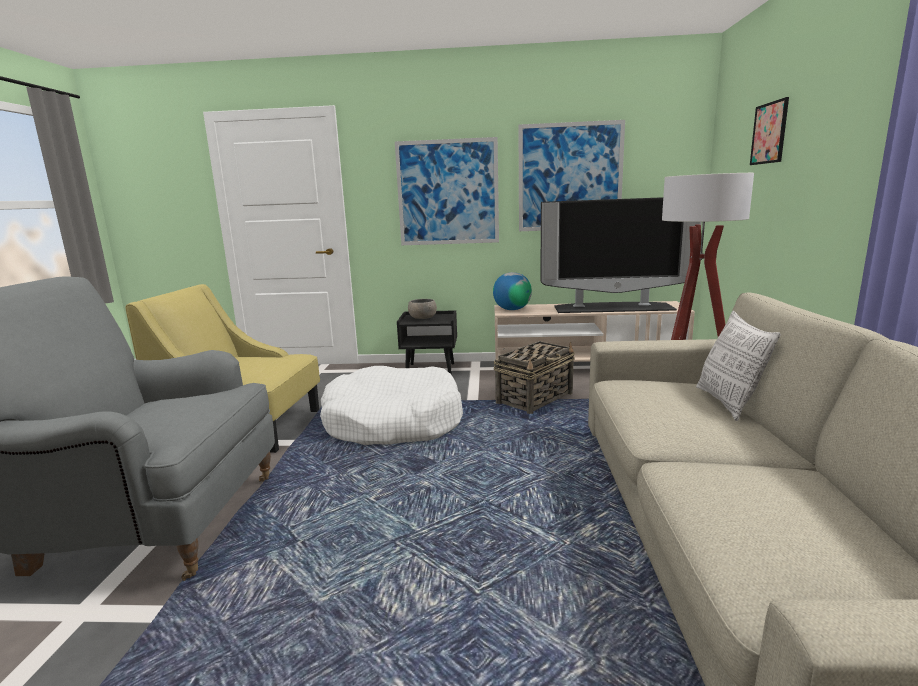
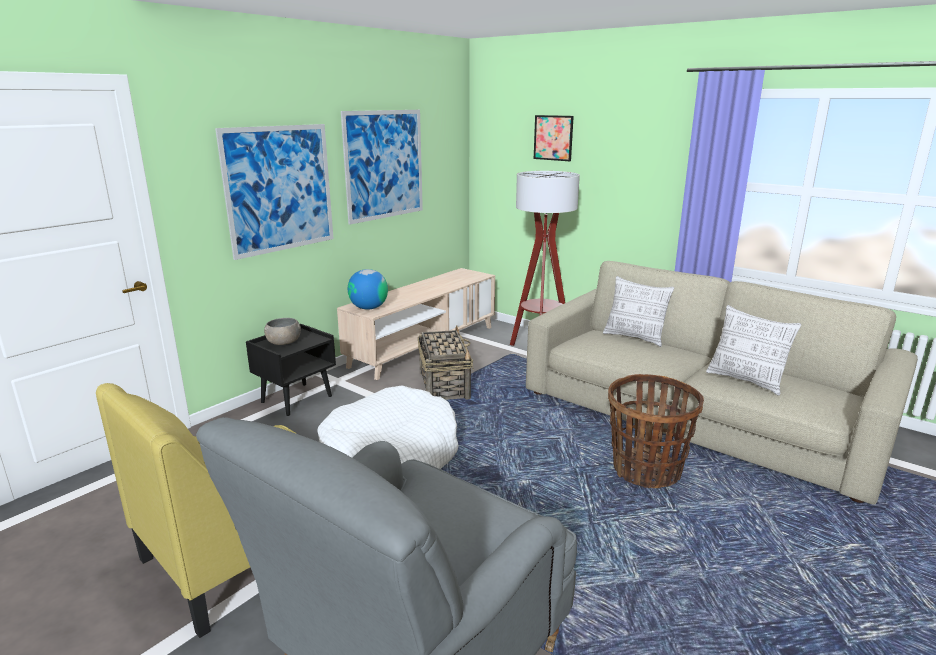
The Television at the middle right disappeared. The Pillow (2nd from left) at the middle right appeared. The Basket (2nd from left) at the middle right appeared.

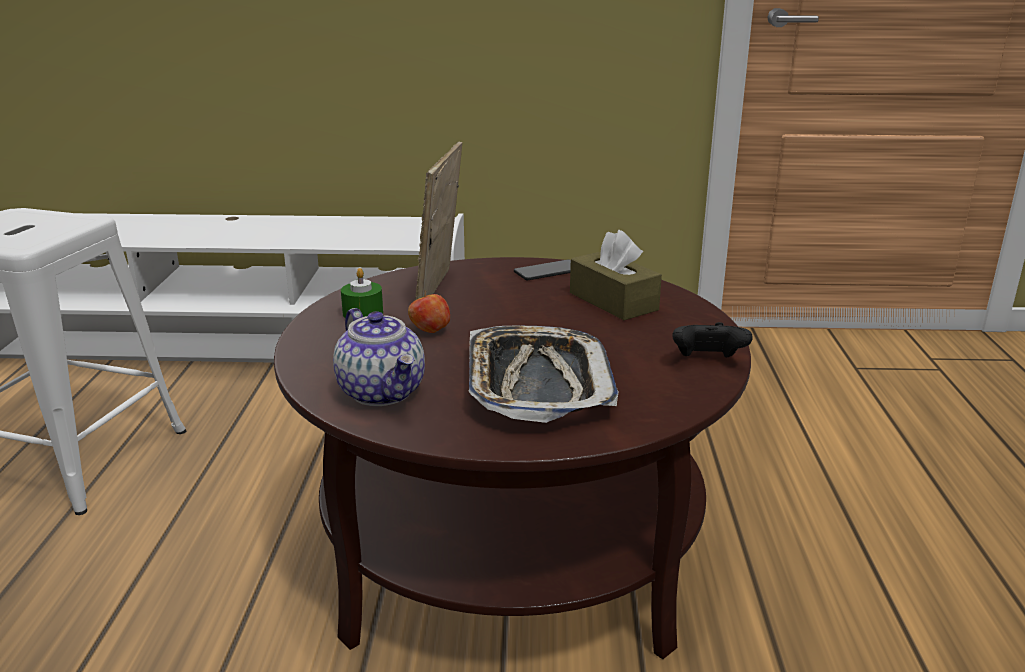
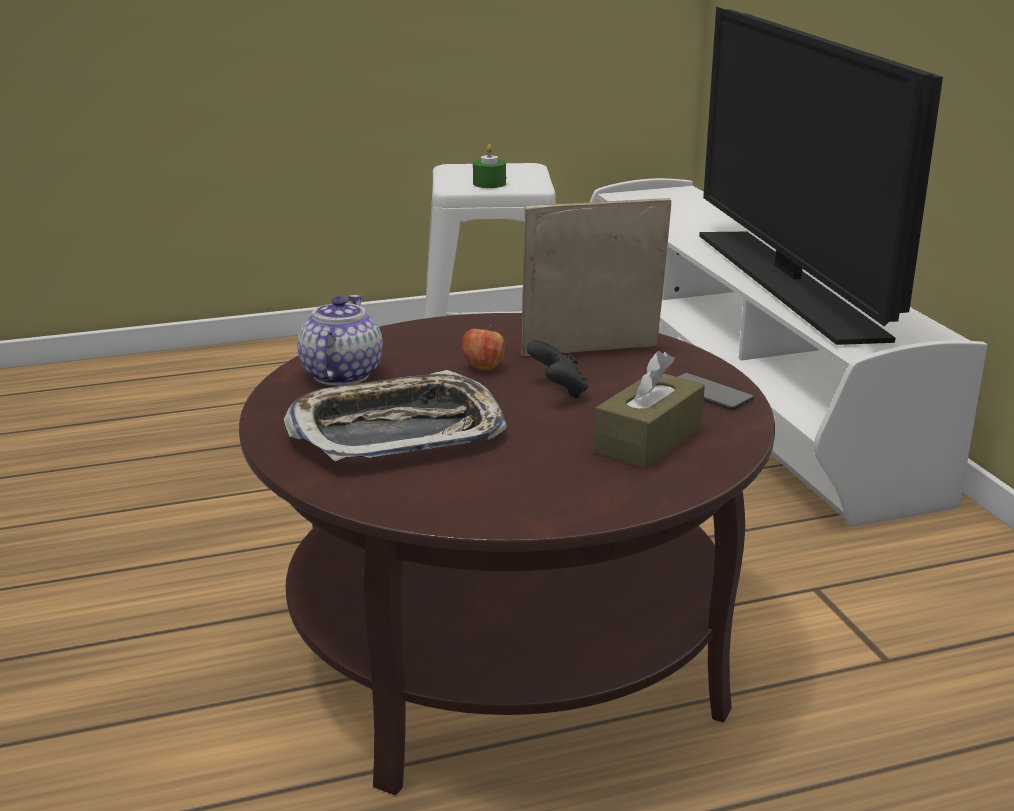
The GreenCandle moved from the centre to the top centre. The Teapot at the centre turned 150 degrees clockwise. The BlackGameController moved from the middle right to the centre. The Television at the top right appeared.

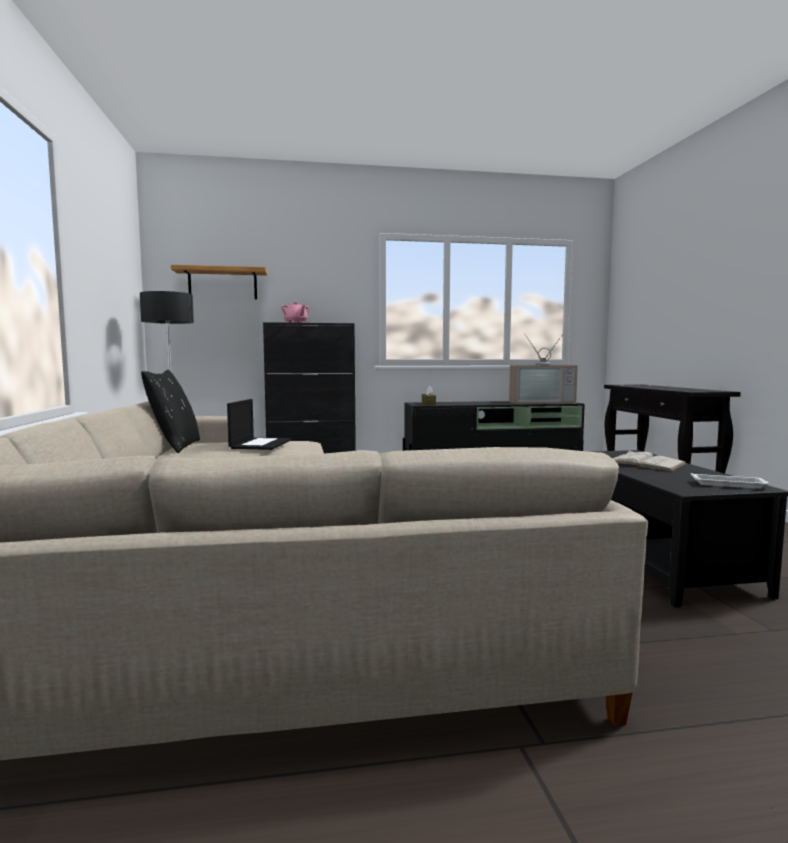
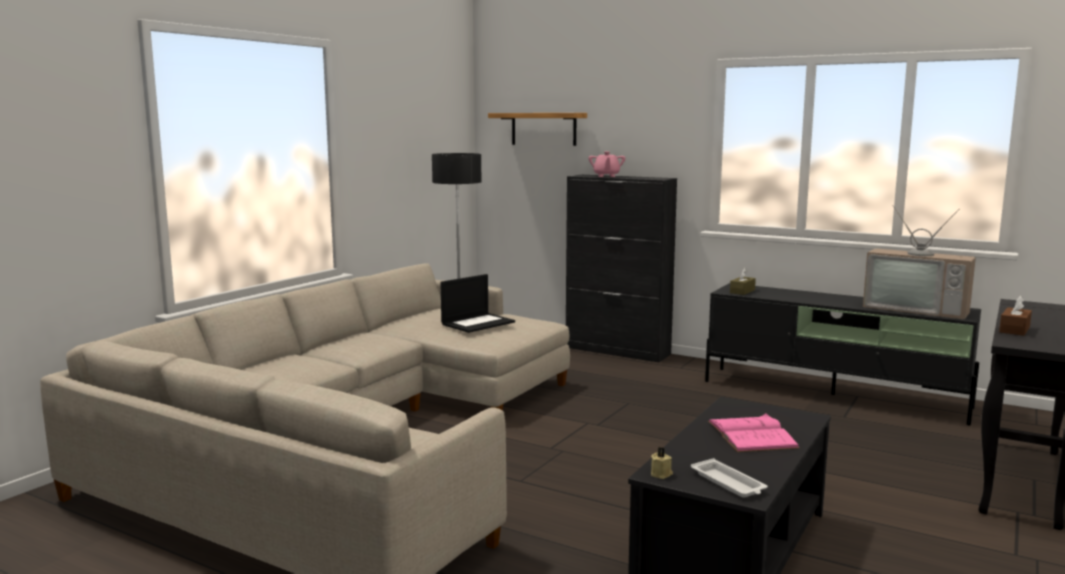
The BlackPillow at the middle left disappeared. The WhiteBook at the middle right became the PinkBook at the bottom right. The BrownTissueBox (2nd from left) at the middle right appeared. The BeigeCandle at the bottom centre appeared.

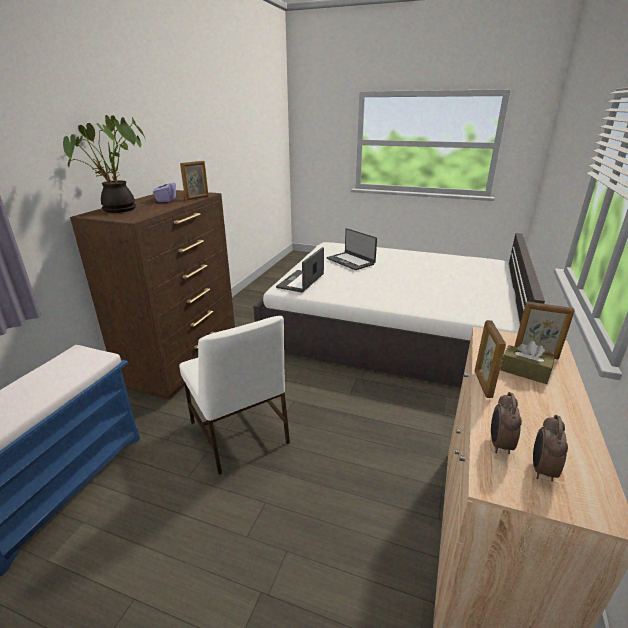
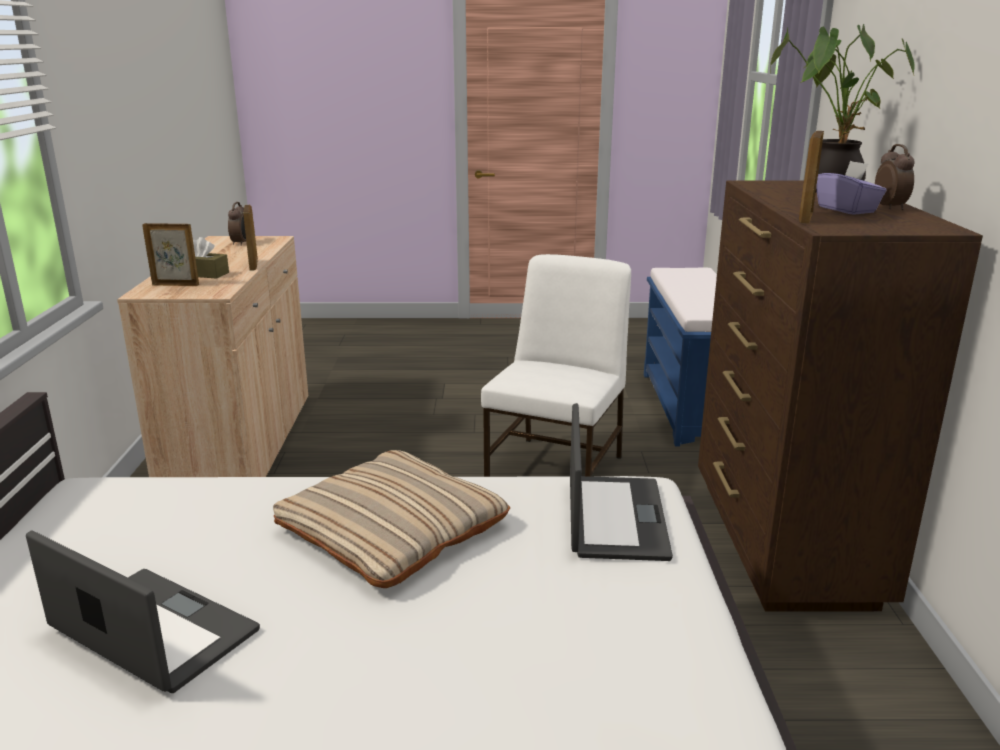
The Laptop (2nd from left in the first image) moved from the centre to the bottom left. The WhiteChair at the centre turned 75 degrees clockwise. The AlarmClock (1st from left in the first image) moved from the bottom right to the top right. The BeigePillow at the bottom centre appeared.

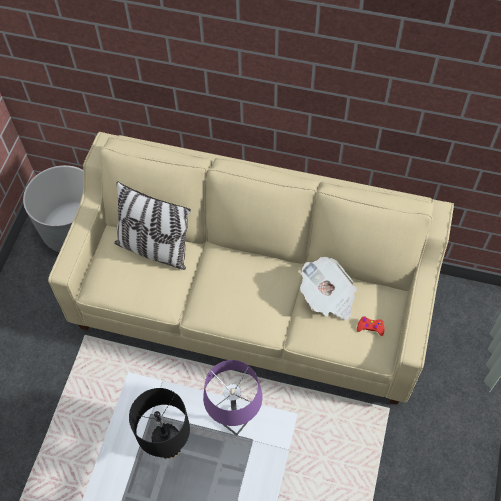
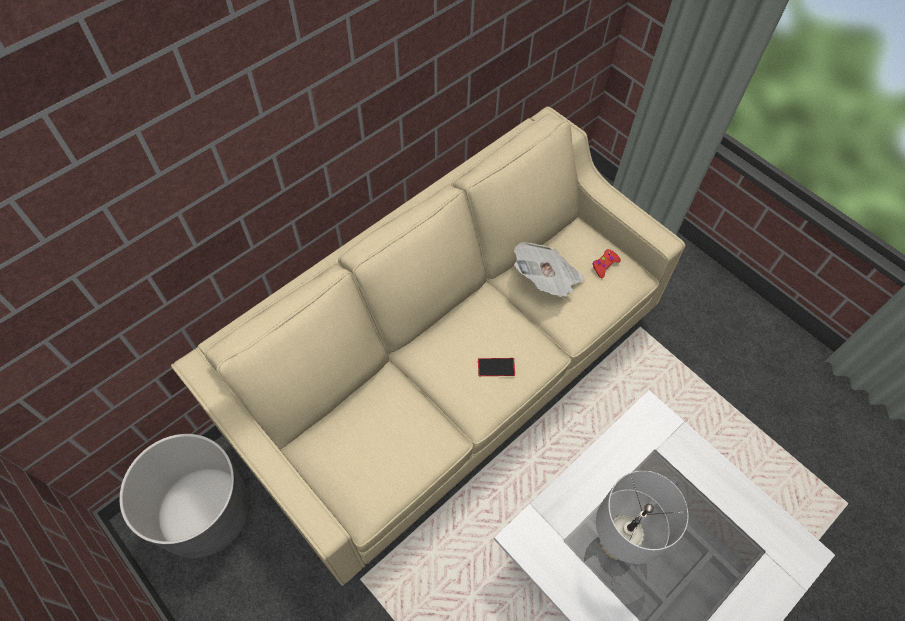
The Pillow at the middle left disappeared. The PurpleTableLamp at the bottom centre disappeared. The BlackTableLamp at the bottom left became the WhiteTableLamp at the bottom right. The Phone at the centre appeared.

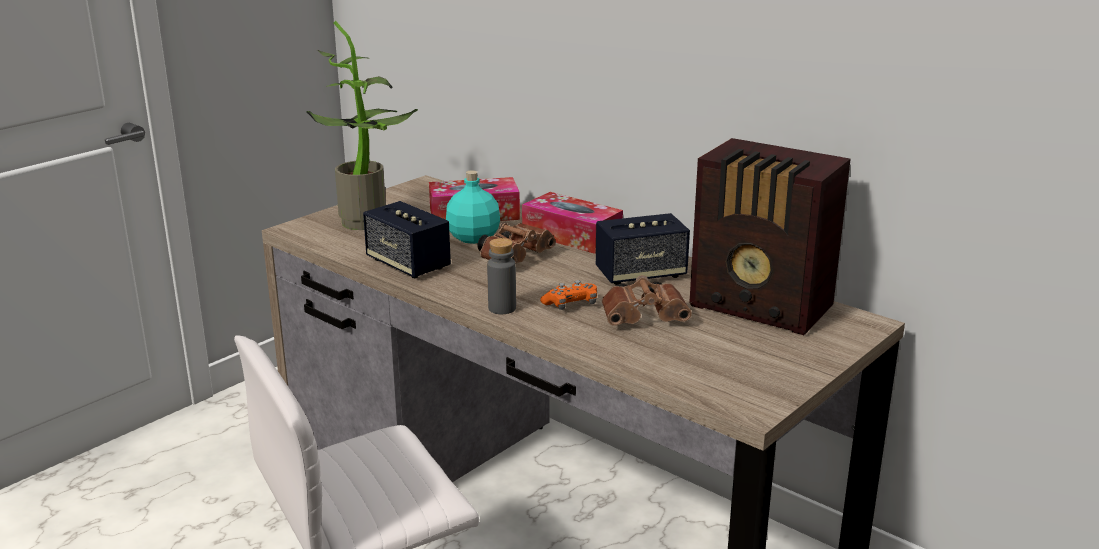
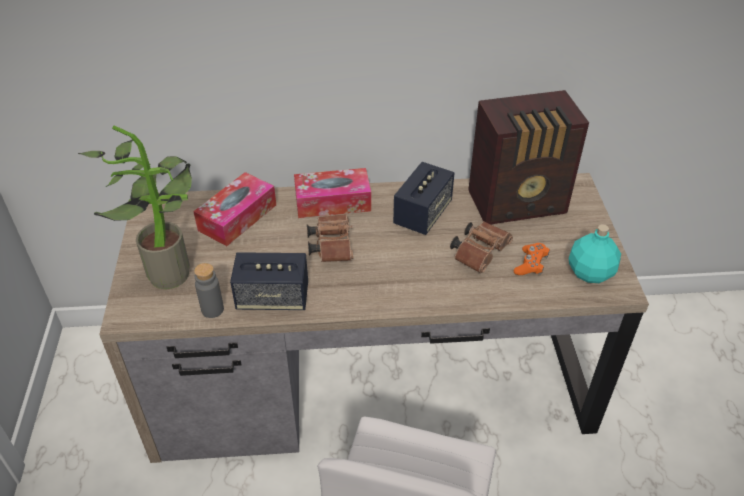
The TurquoiseBottle moved from the centre to the middle right. The GreyBottle moved from the centre to the middle left. The OrangeGameController moved from the centre to the middle right.

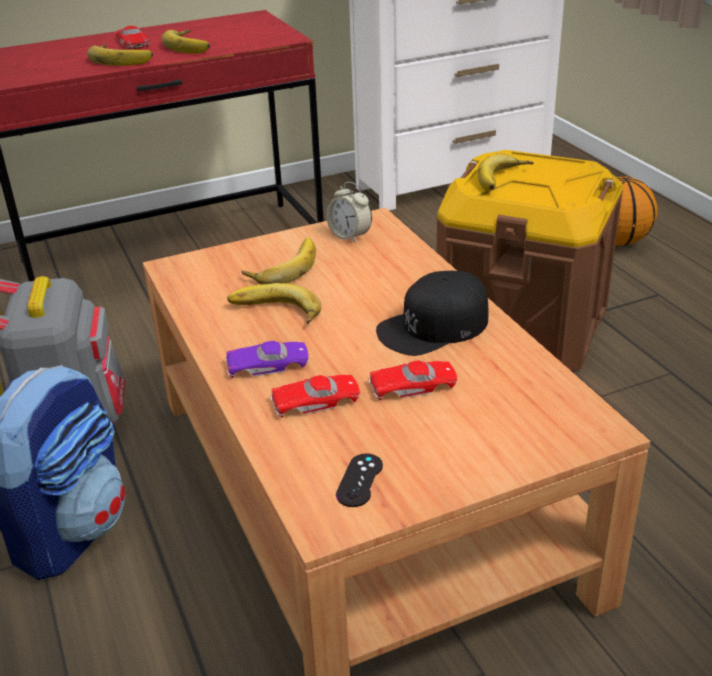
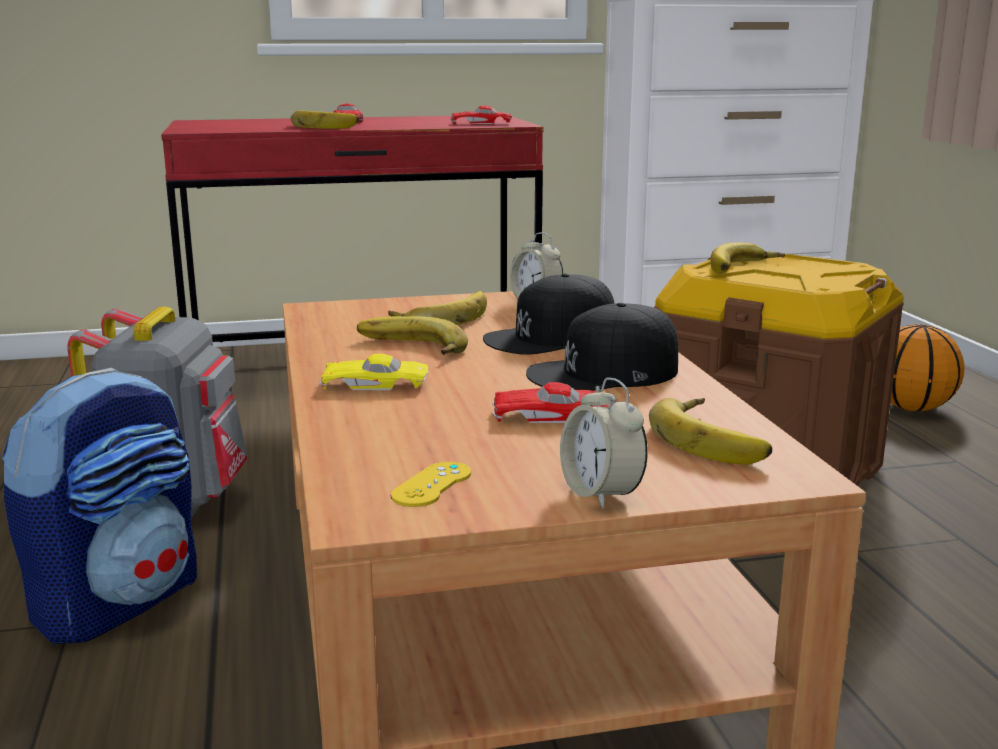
The Banana (2nd from left in the first image) moved from the top left to the middle right. The PurpleToyCar at the centre became the YellowToyCar at the centre. The RedToyCar (2nd from left) moved from the centre to the top centre. The BlackGameController at the bottom centre became the YellowGameController at the centre. The BlackCap (1st from left) at the centre appeared. The AlarmClock (2nd from left) at the centre appeared.

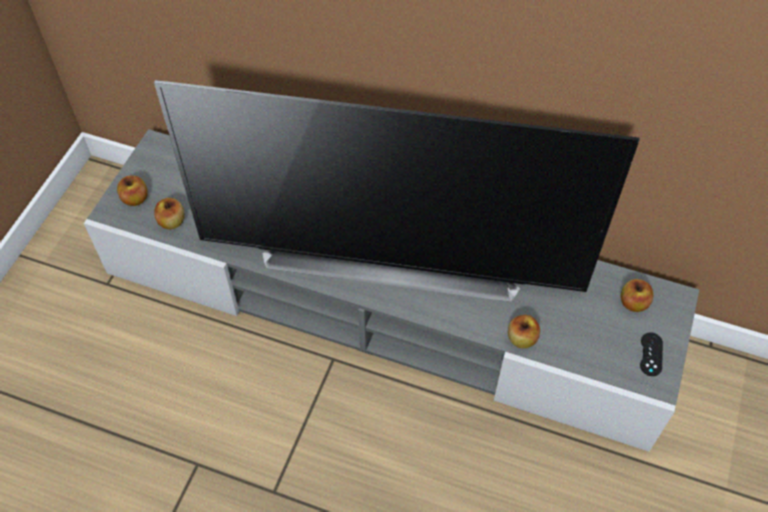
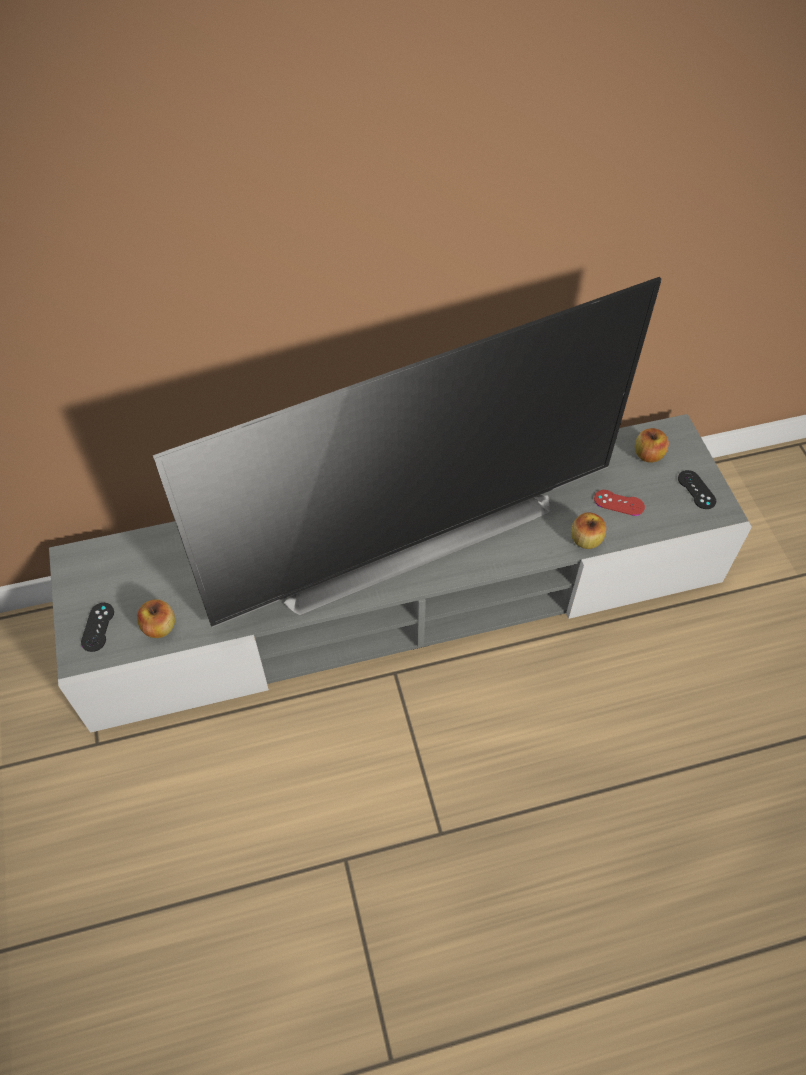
The Apple (1st from left) at the middle left was replaced by the BlackGameController (1st from left) at the middle left. The RedGameController at the middle right appeared.

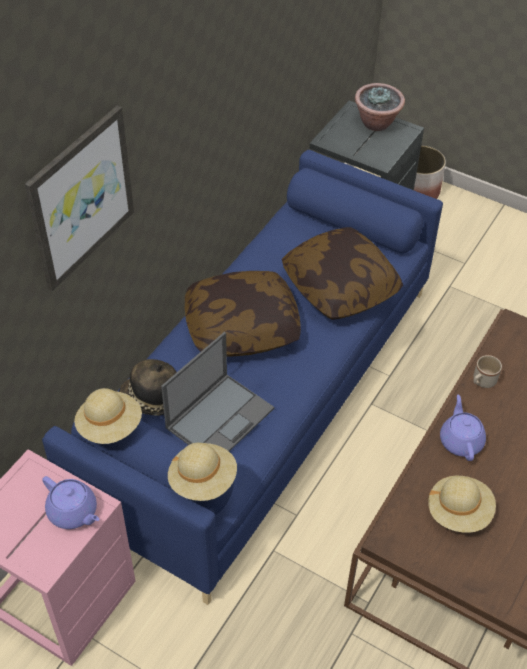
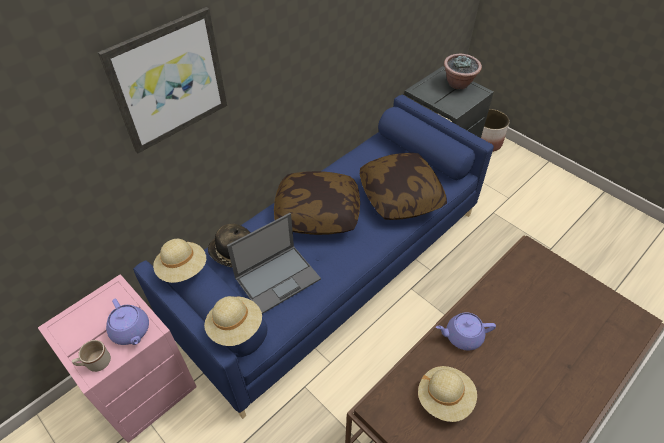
The BeigeMug moved from the middle right to the bottom left. The PurpleTeapot (2nd from left) at the middle right turned 105 degrees counterclockwise.

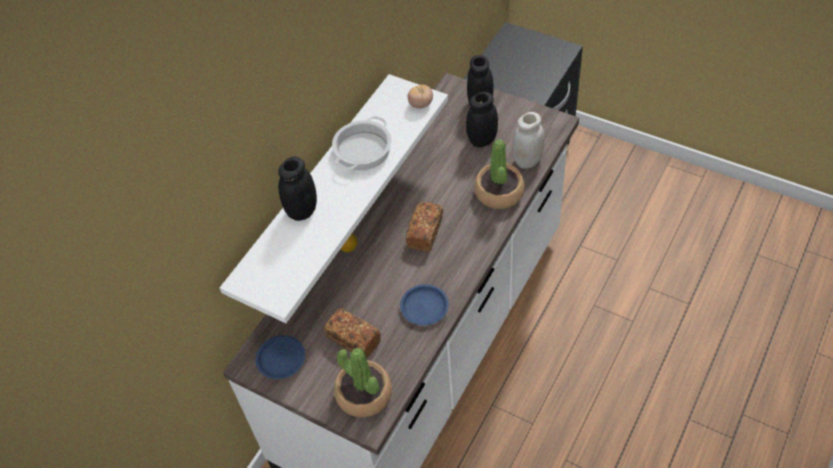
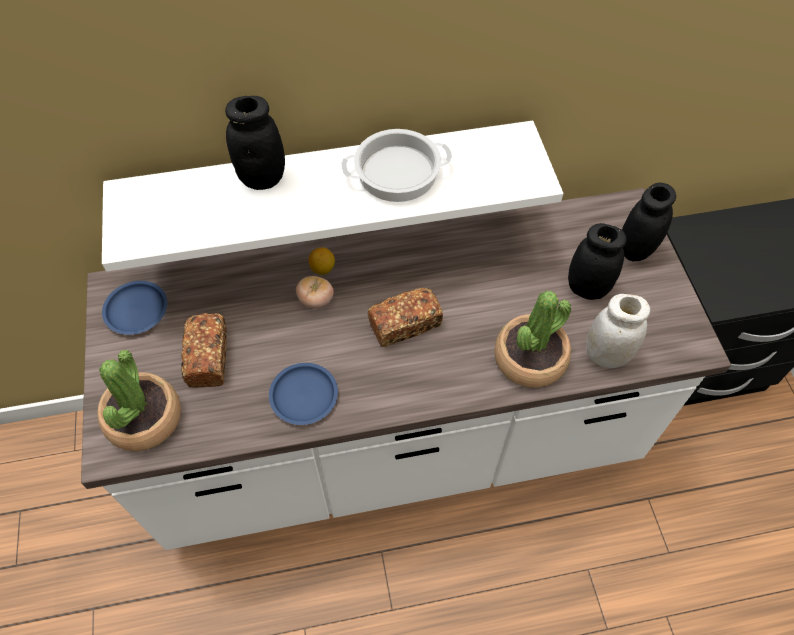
The Tomato moved from the top centre to the centre.

